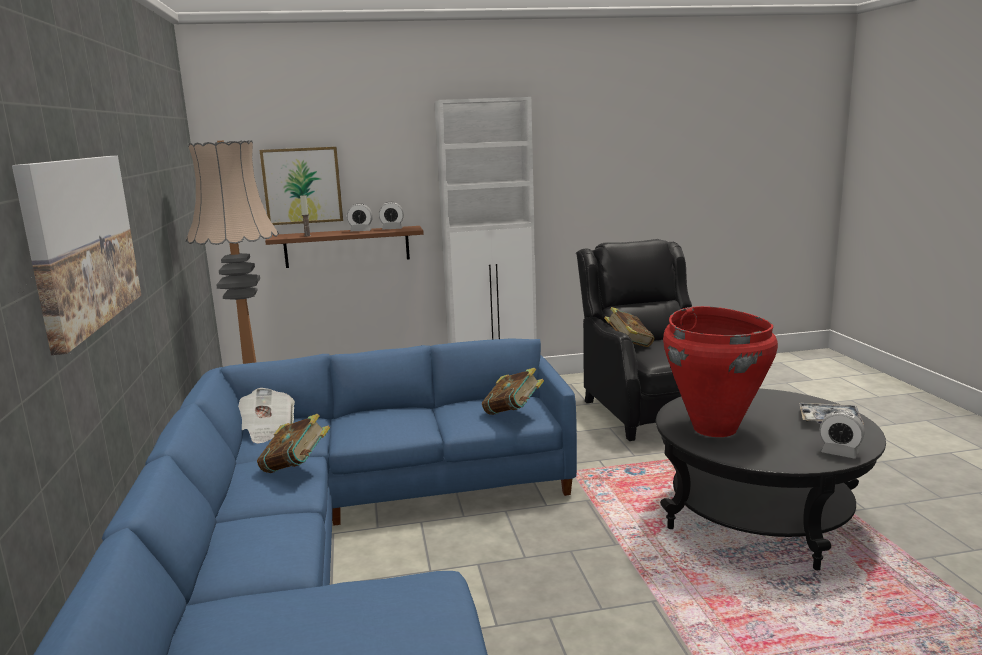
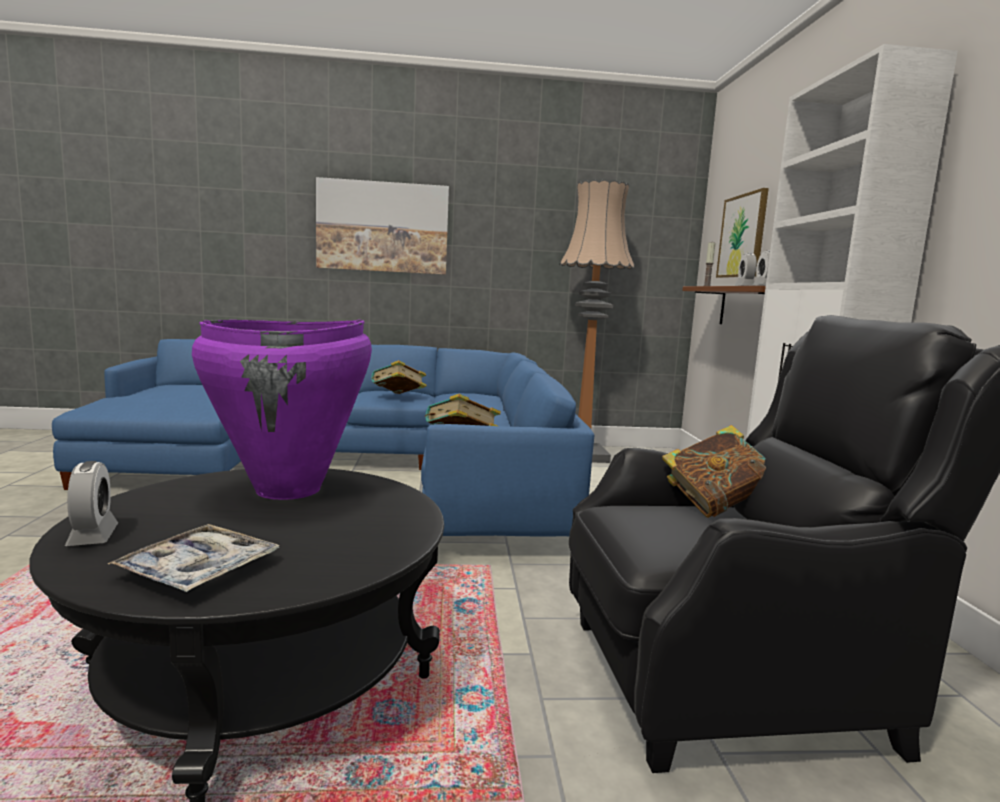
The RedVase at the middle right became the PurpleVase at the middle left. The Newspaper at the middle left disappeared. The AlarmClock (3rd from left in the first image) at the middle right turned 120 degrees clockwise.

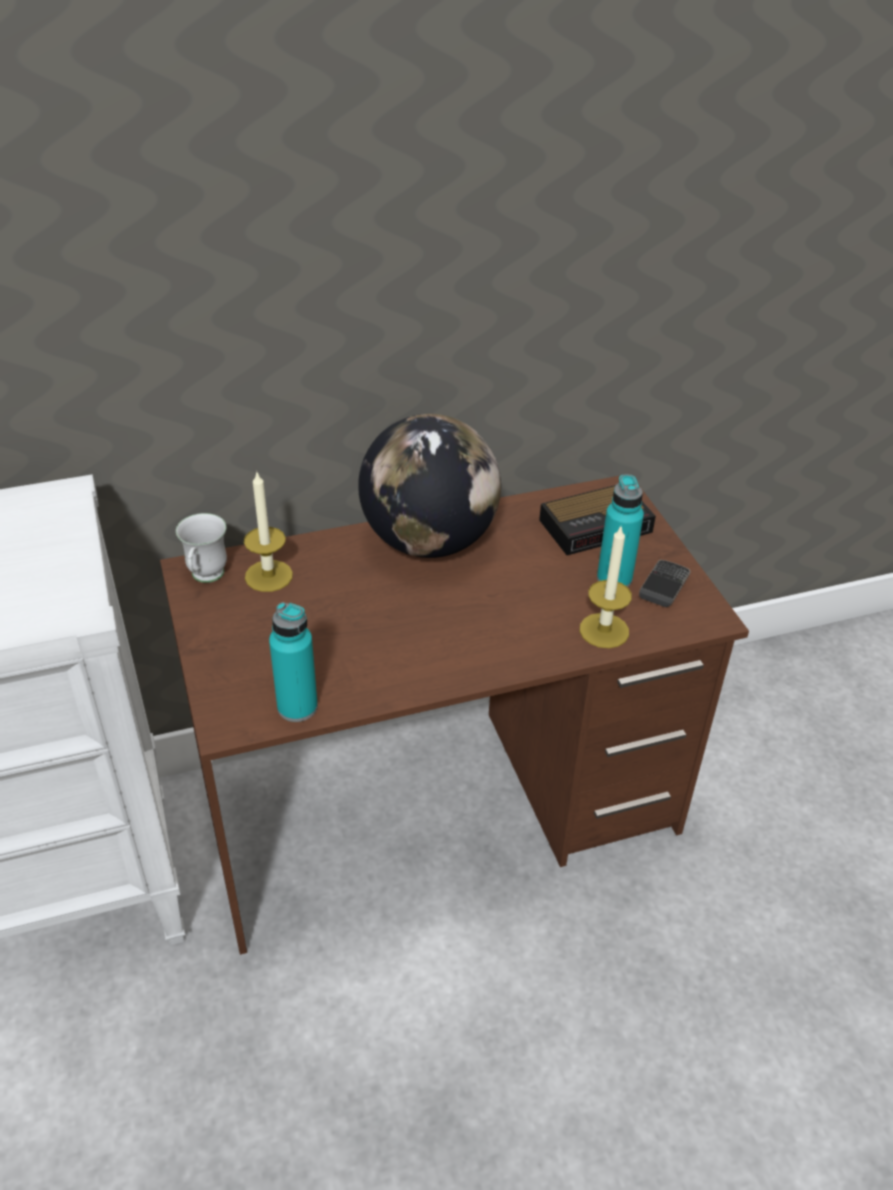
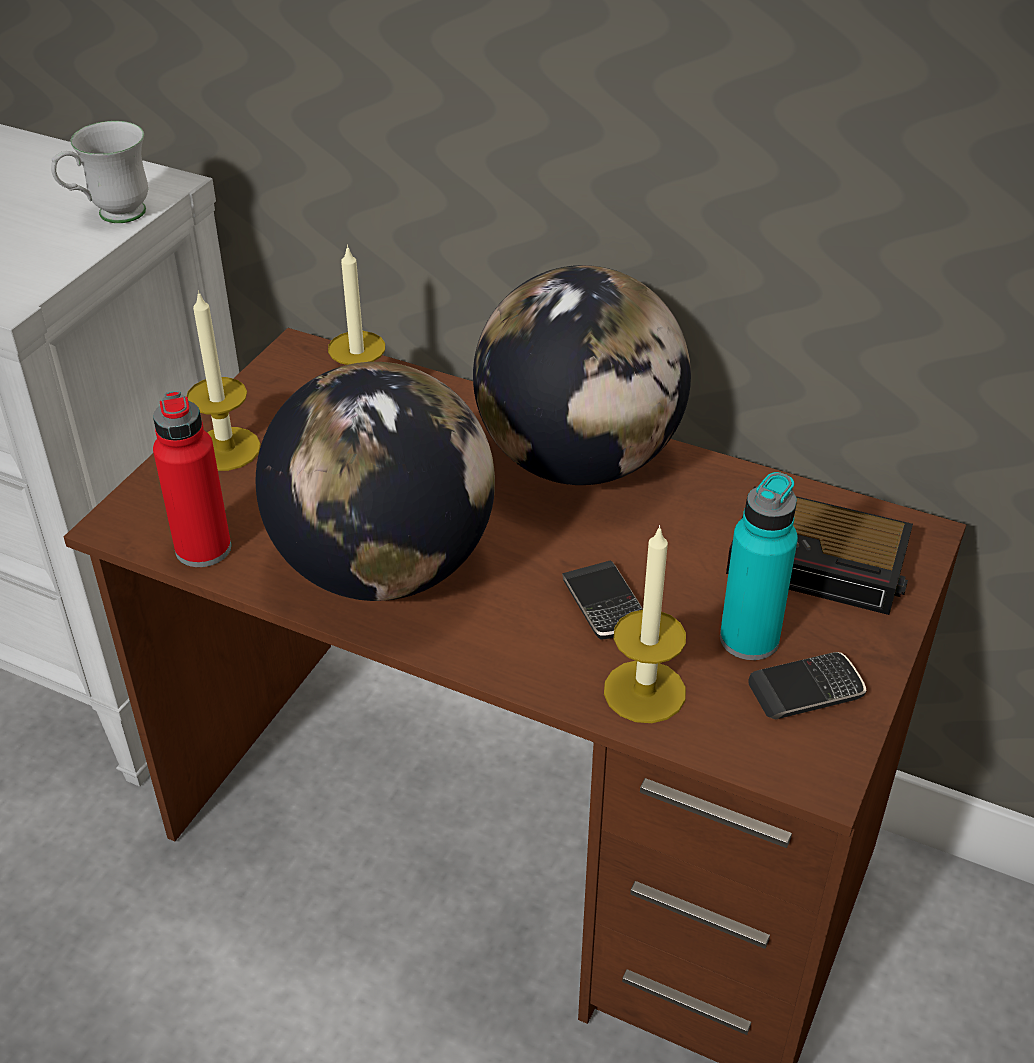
The WhiteMug moved from the middle left to the top left. The TurquoiseBottle (1st from left) at the middle left became the RedBottle at the middle left. The Candle (1st from left) at the middle left appeared. The Globe (1st from left) at the centre appeared. The Phone (1st from left) at the centre appeared.

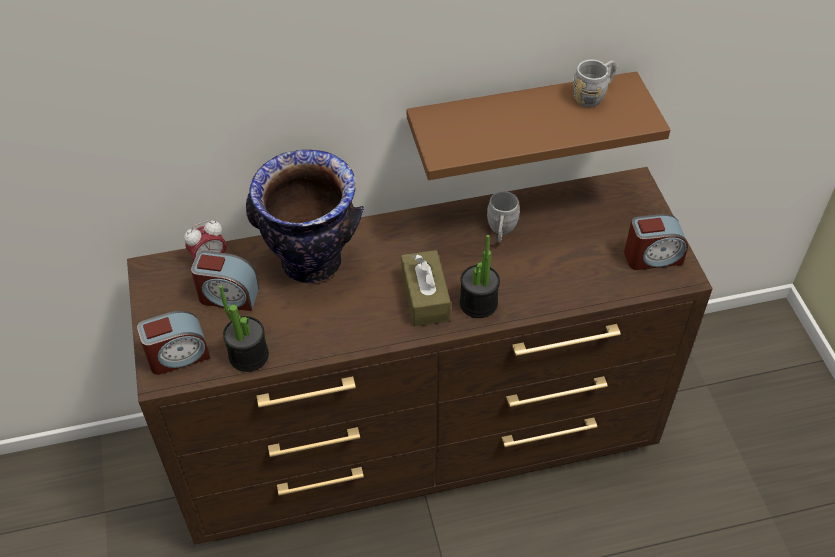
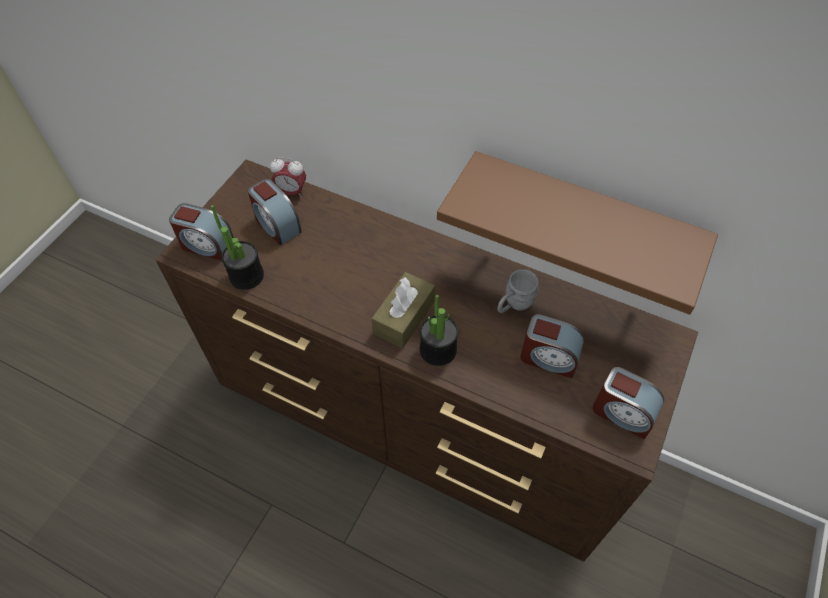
The GreyMug (2nd from left) at the top right disappeared. The Vase at the centre disappeared. The AlarmClock (4th from left) at the middle right appeared.

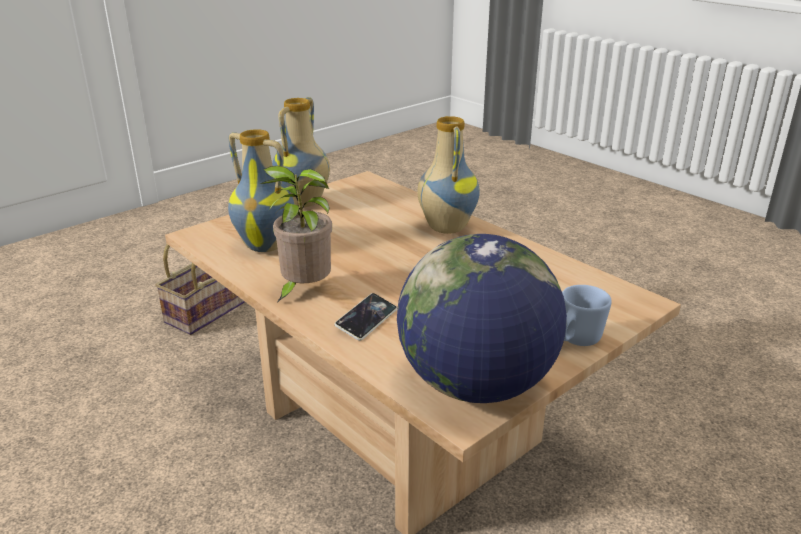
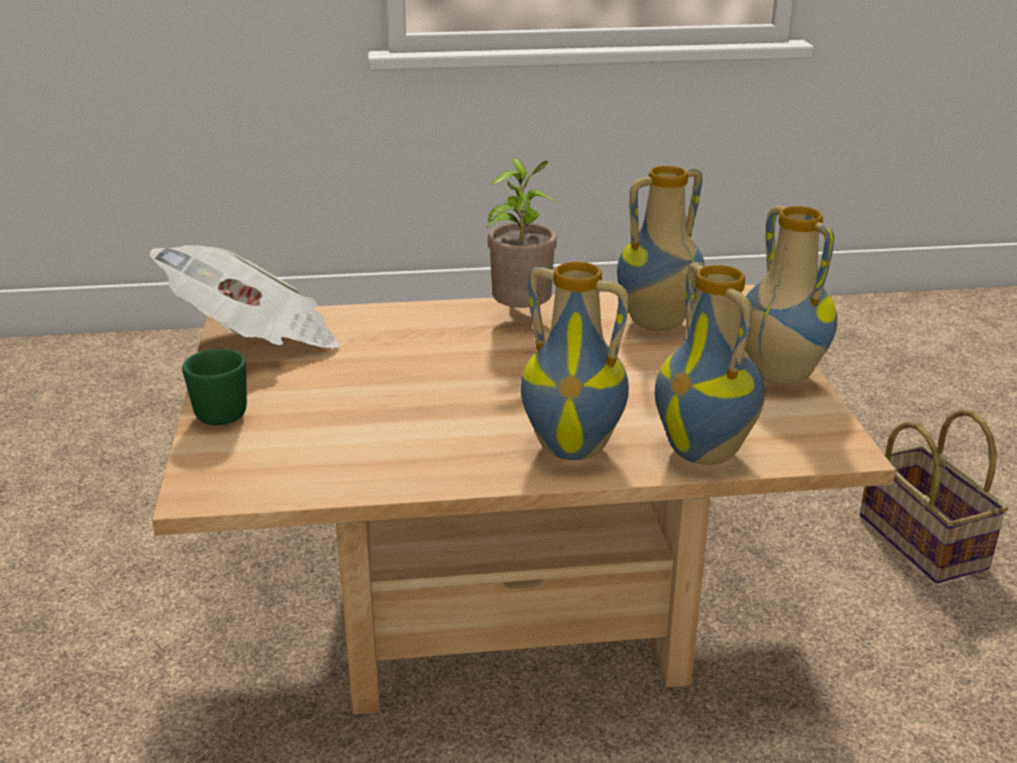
The Globe at the centre was replaced by the Newspaper at the middle left. The BlueMug at the middle right became the GreenMug at the middle left. The Phone at the centre disappeared. The Vase (3rd from left) at the middle right appeared.

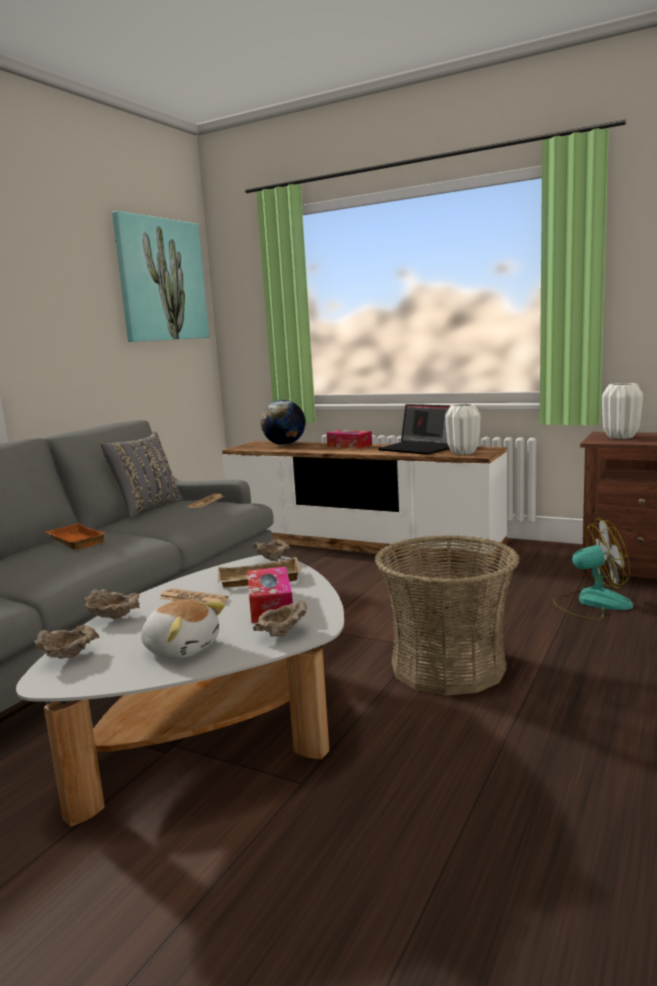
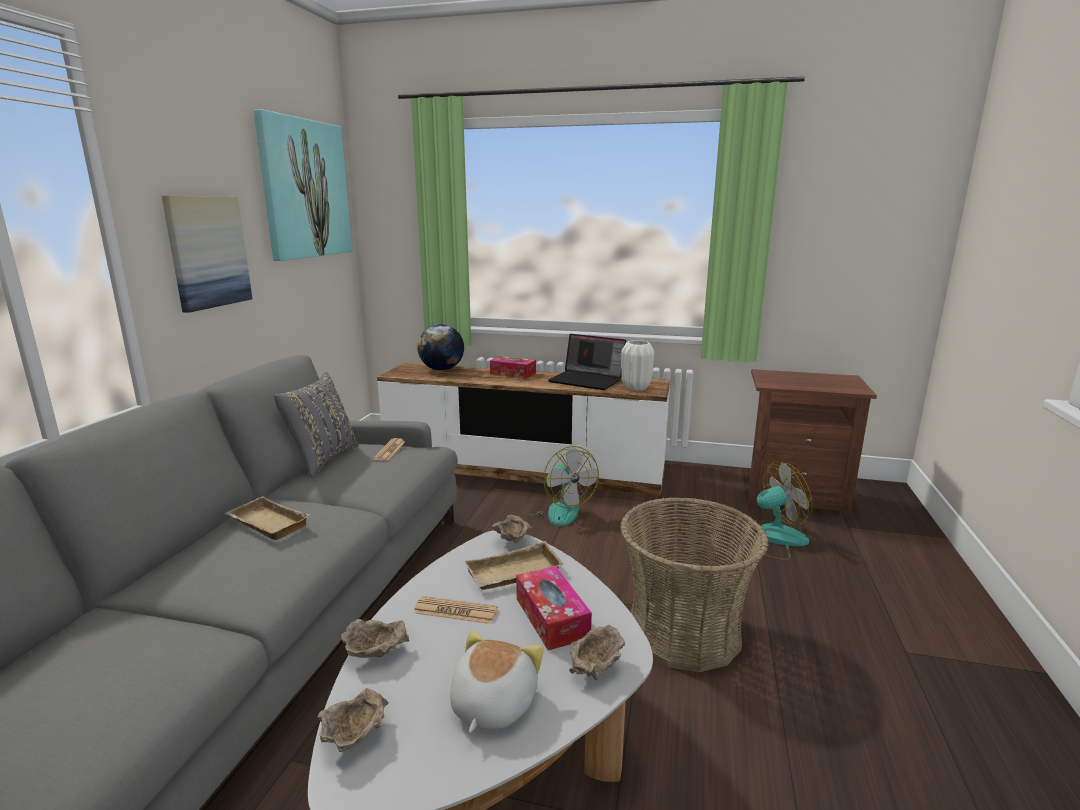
The WhiteVase (2nd from left) at the middle right disappeared. The OrangeTray at the middle left became the BeigeTray (1st from left) at the middle left. The PlushToy at the middle left turned 90 degrees counterclockwise. The Picture (1st from left) at the top left appeared. The Fan (1st from left) at the centre appeared.

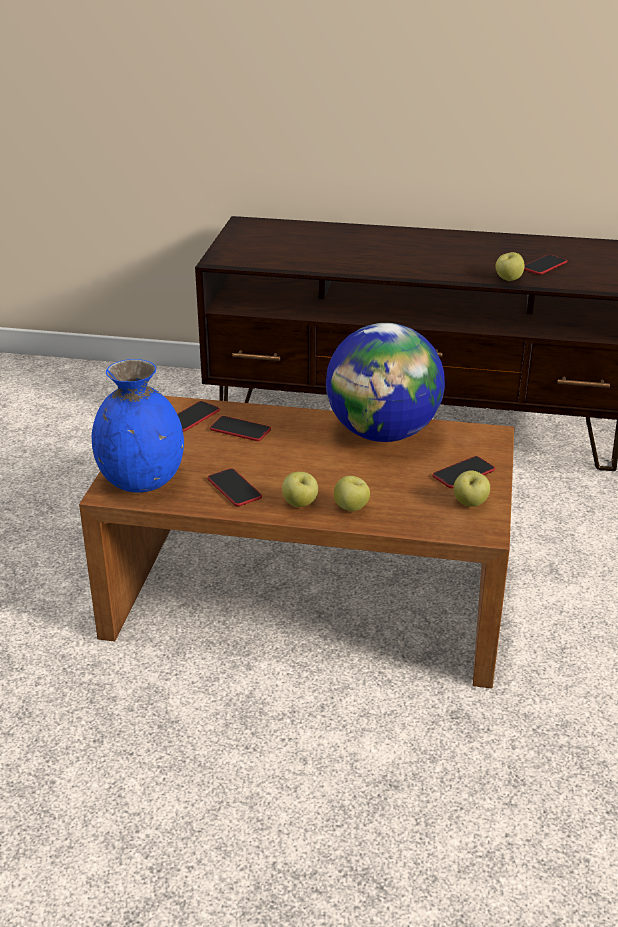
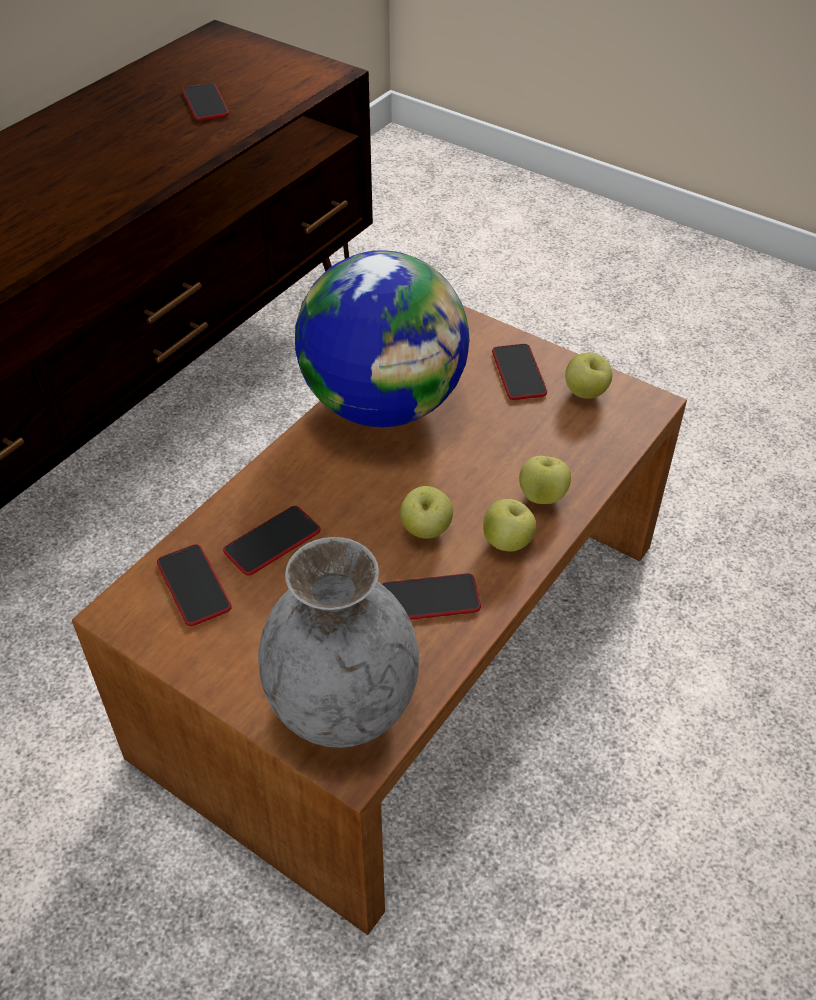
The Apple (4th from left in the first image) moved from the top right to the centre. The BlueVase at the middle left became the GreyVase at the centre.

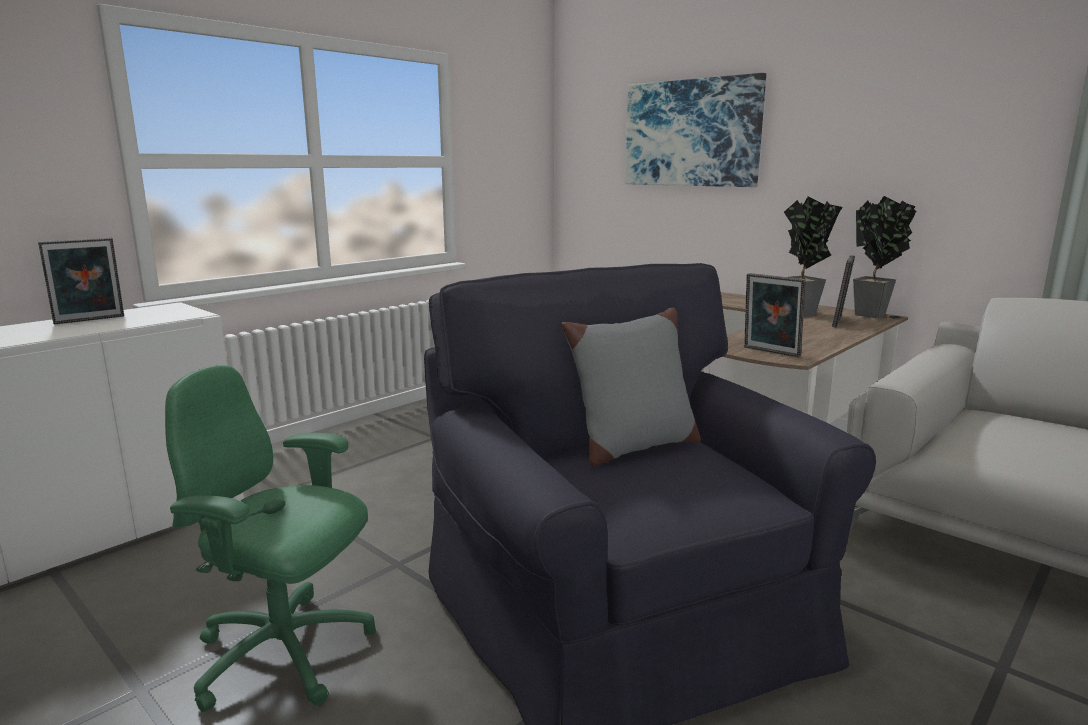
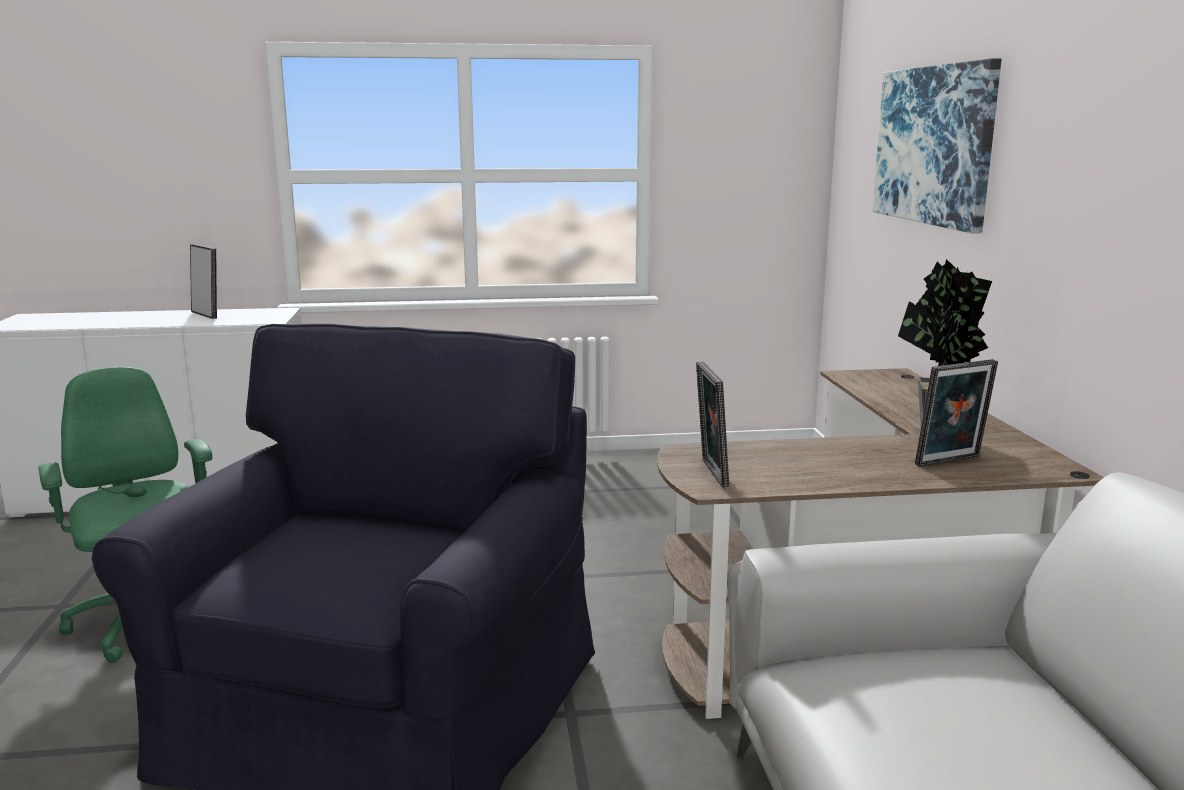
The PottedPlant (2nd from left) at the middle right disappeared. The PictureFrame (1st from left) at the middle left turned 135 degrees counterclockwise. The GreyPillow at the centre disappeared.

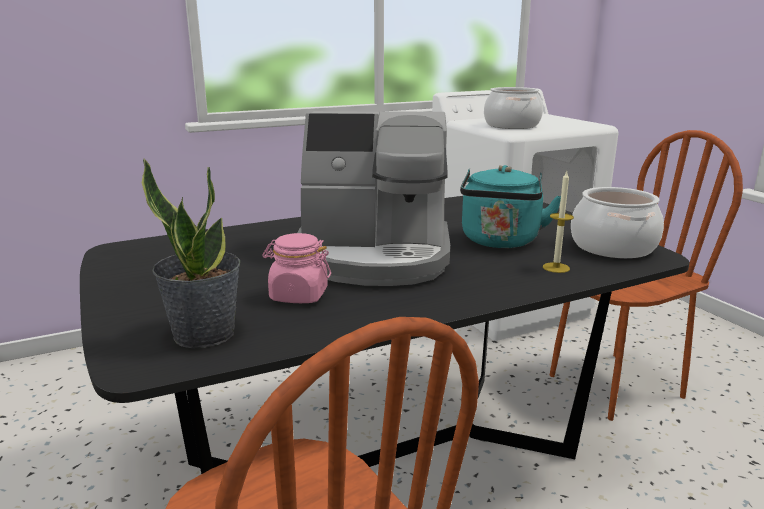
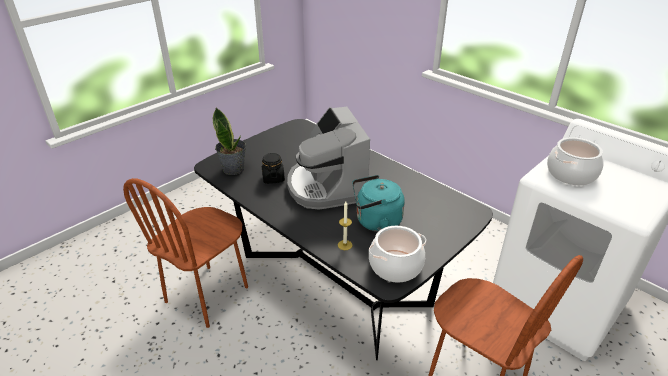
The PinkJar at the centre became the BlackJar at the centre.

